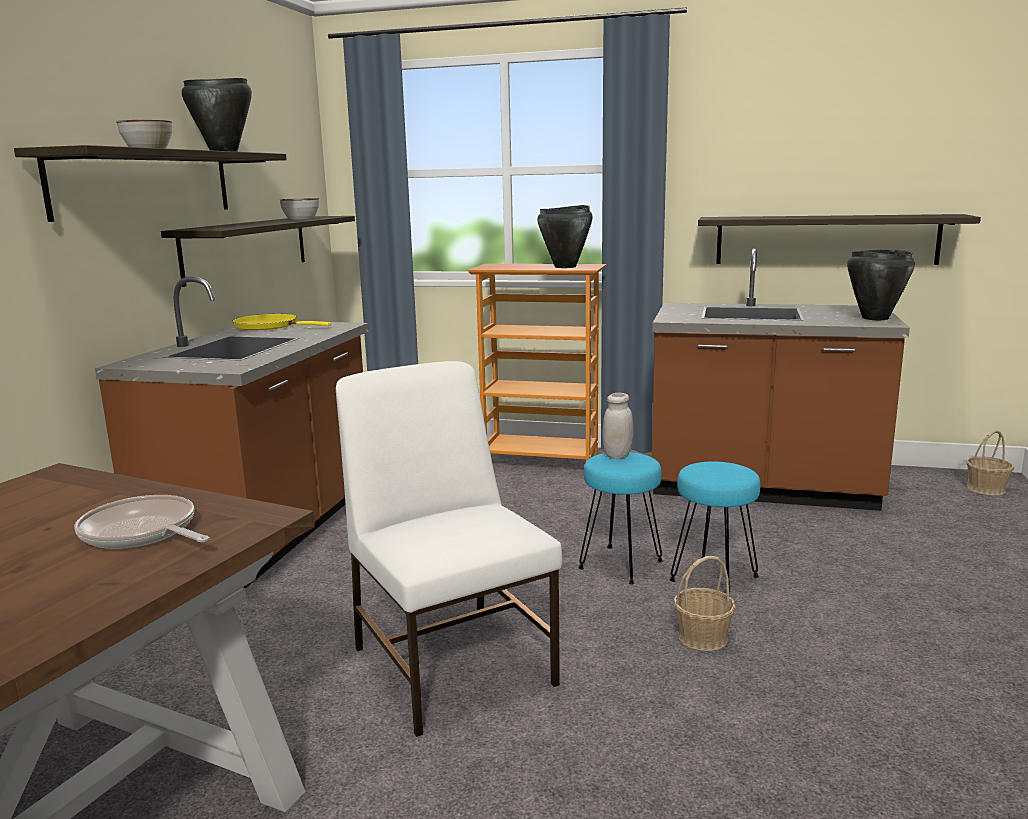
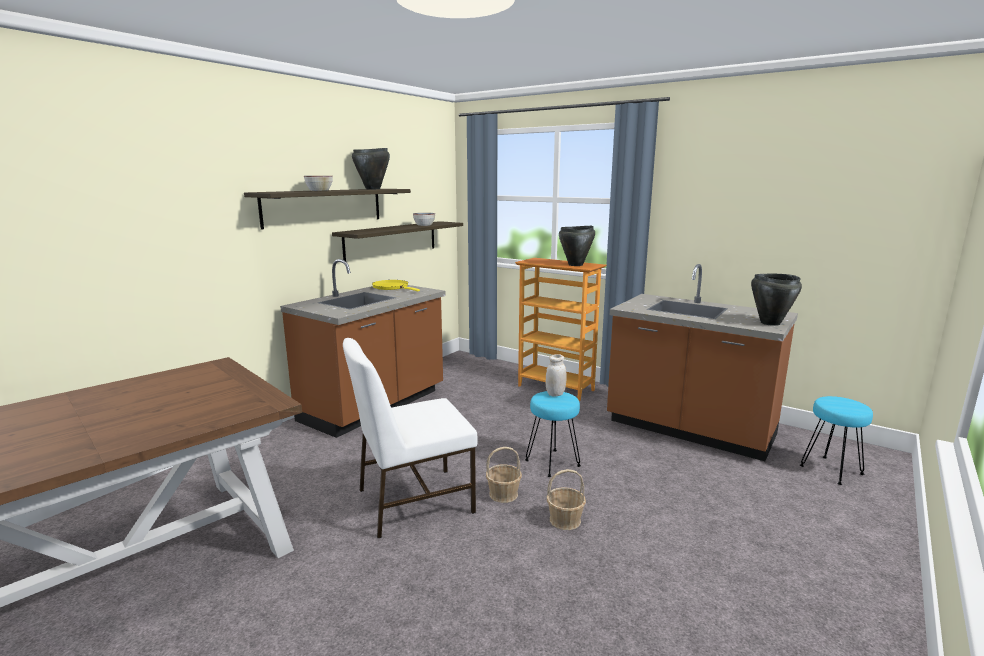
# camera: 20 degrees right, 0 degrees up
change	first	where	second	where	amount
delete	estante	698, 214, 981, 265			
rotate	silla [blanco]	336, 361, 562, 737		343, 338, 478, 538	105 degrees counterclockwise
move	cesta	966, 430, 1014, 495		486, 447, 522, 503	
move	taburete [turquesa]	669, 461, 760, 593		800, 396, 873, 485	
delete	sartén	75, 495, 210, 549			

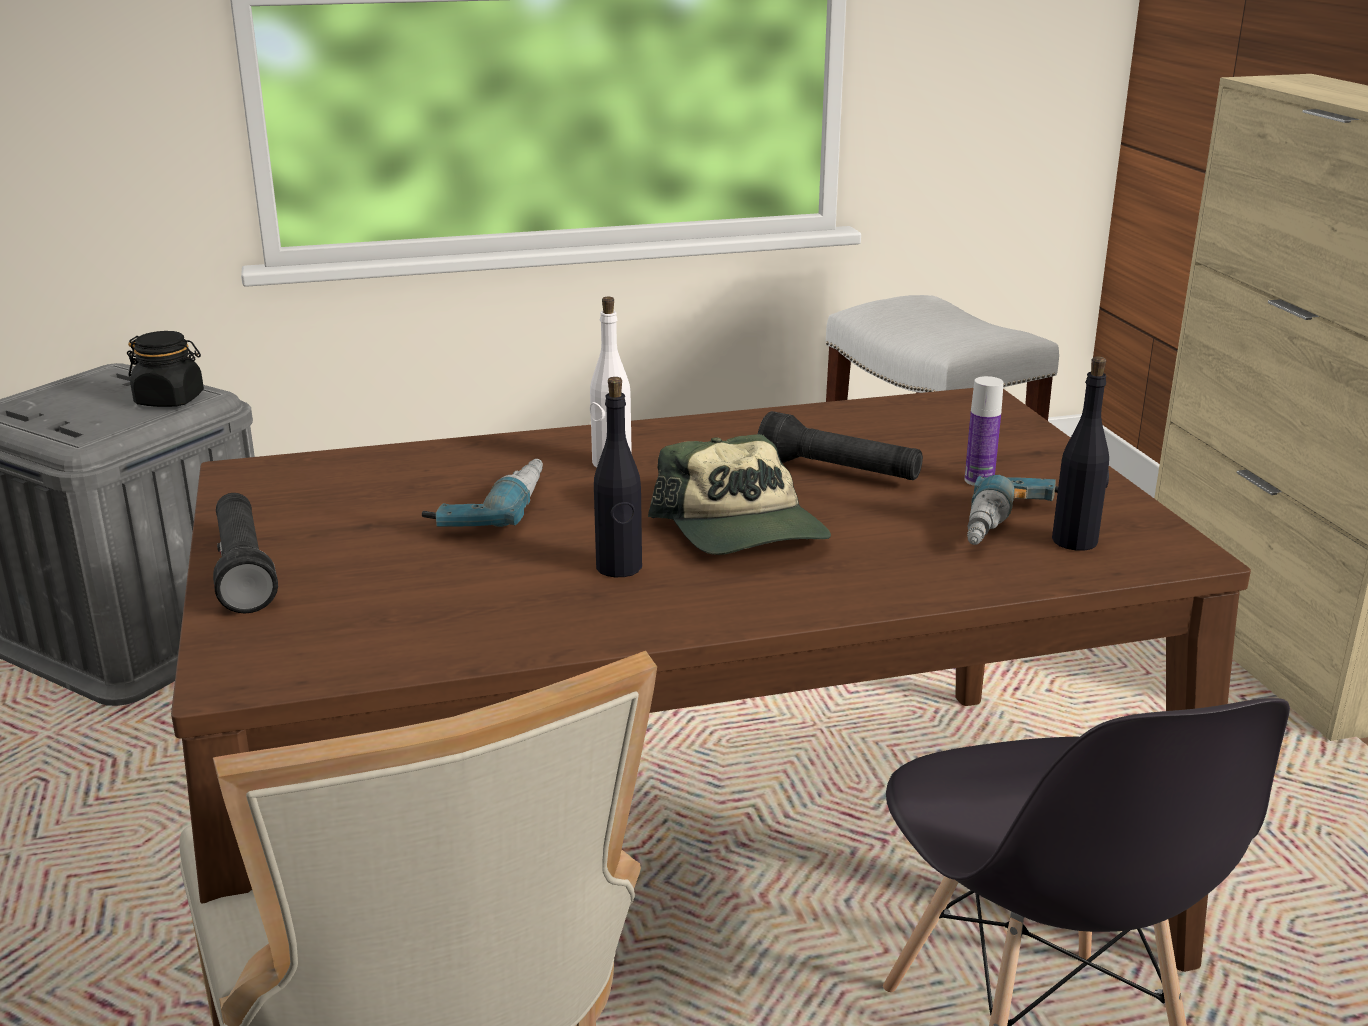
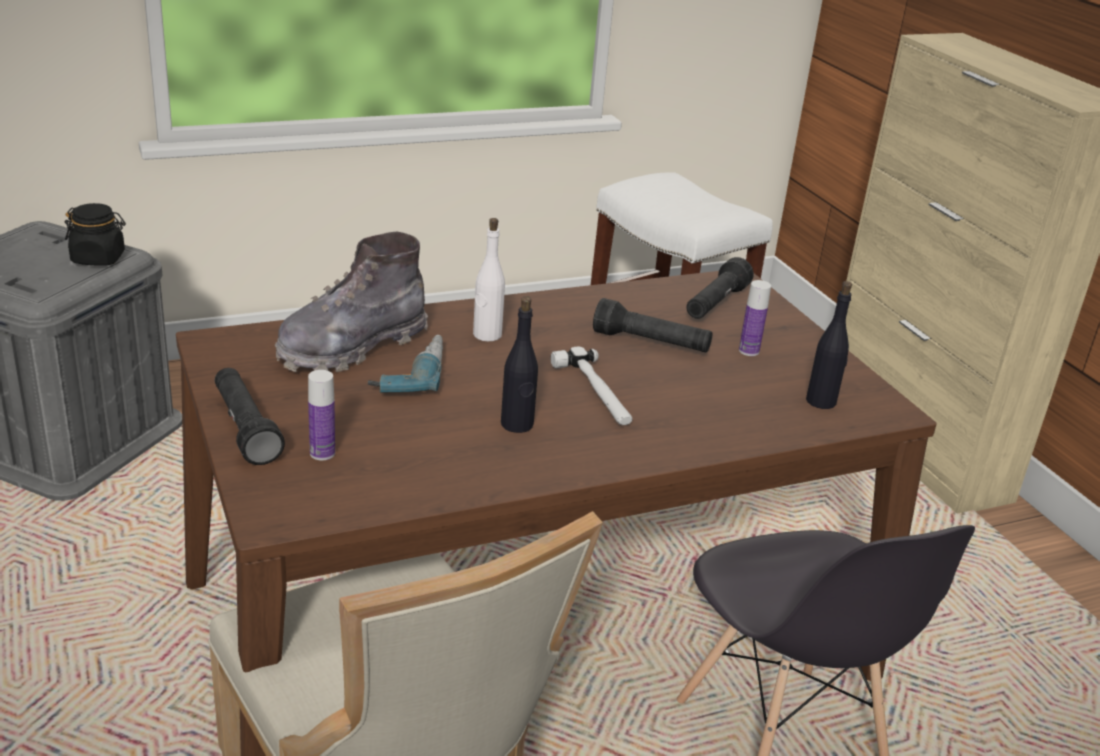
# camera: 10 degrees left, 5 degrees up
change	first	where	second	where	amount
replace	gorra	648, 434, 831, 555	martillo	551, 347, 632, 425	
delete	taladro	967, 475, 1058, 545			
insert			bota [gris]	275, 232, 428, 372	
insert			linterna [negro]	686, 257, 754, 319	
insert			botella	308, 370, 335, 460	

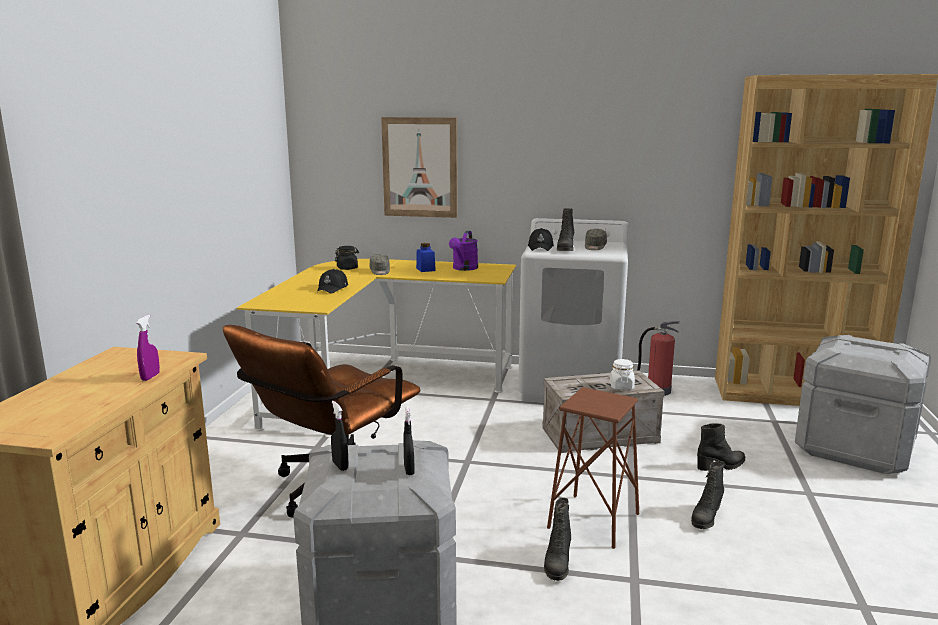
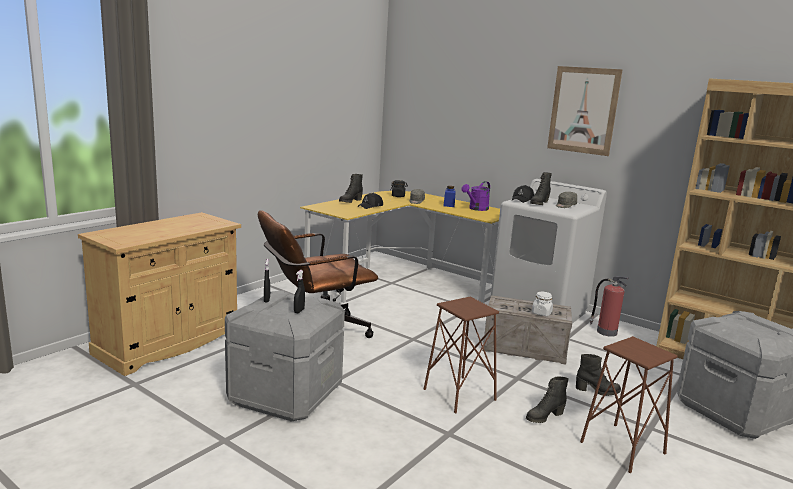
# camera: 25 degrees right, 0 degrees up
change	first	where	second	where	amount
move	cuadro	381, 117, 457, 218		547, 66, 623, 156	
delete	pulverizador [morado]	137, 315, 160, 381			
move	bota [negro]	544, 497, 571, 581		339, 174, 363, 203	
insert			taburete [marrón]	580, 336, 677, 473	

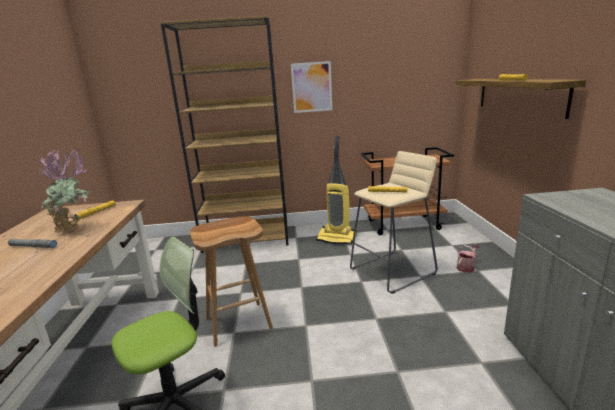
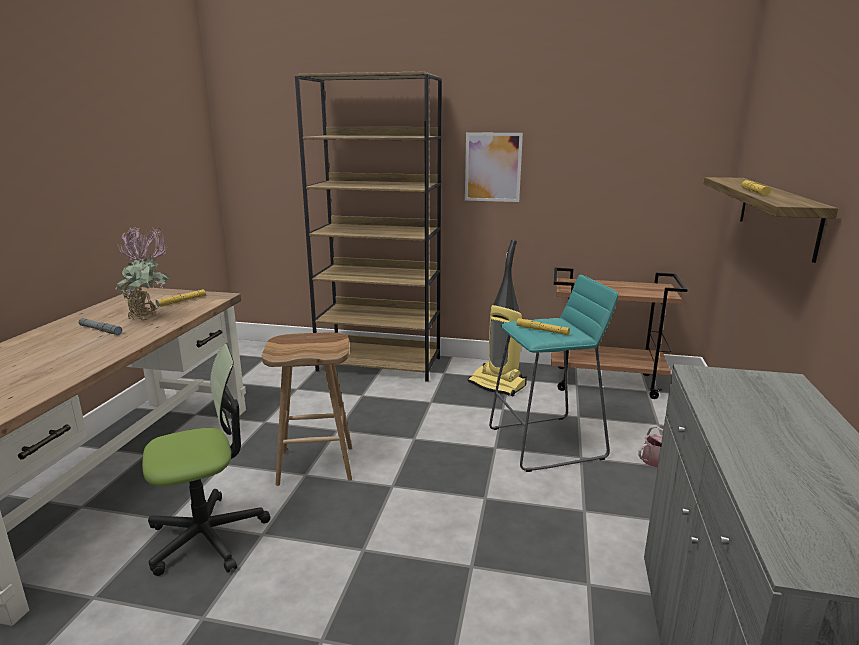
# camera: 15 degrees right, 0 degrees up
change	first	where	second	where	amount
recolor	taburete [beis]	350, 151, 438, 294	taburete [turquesa]	489, 275, 618, 472	

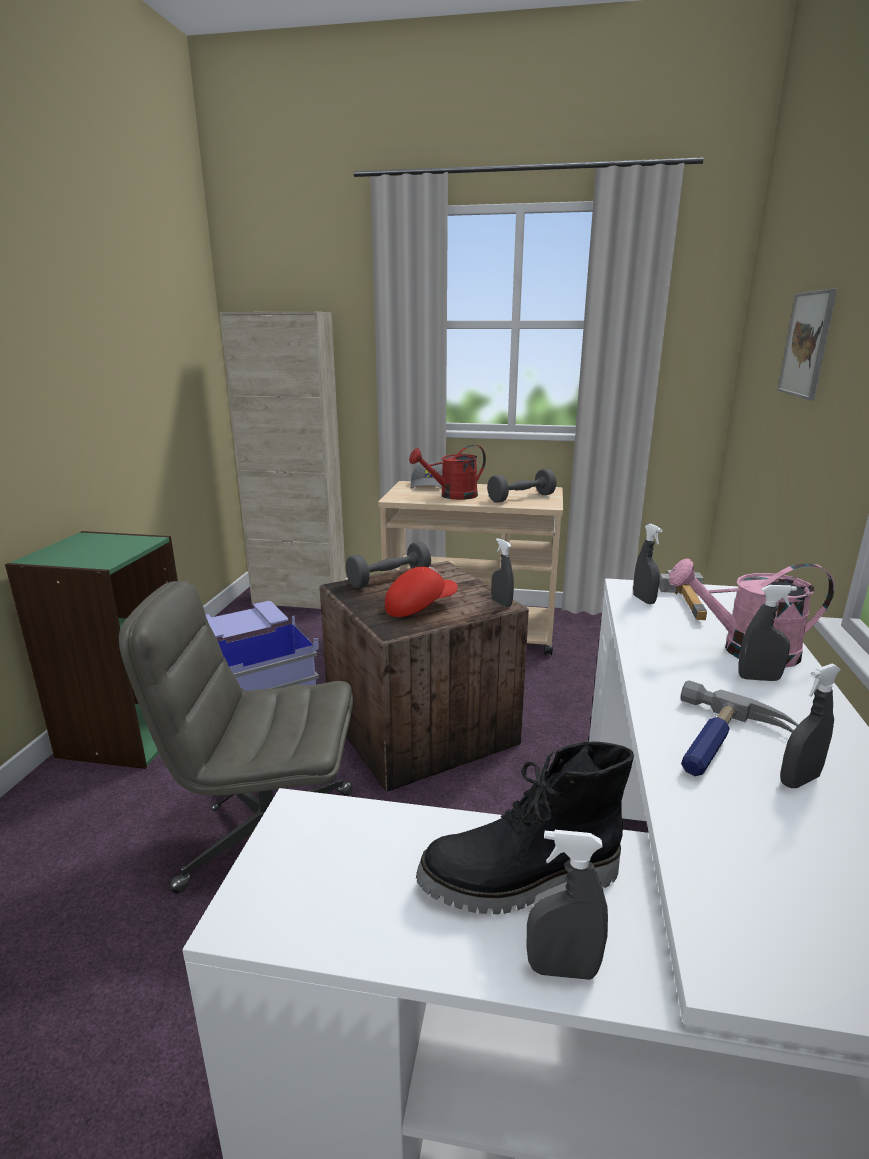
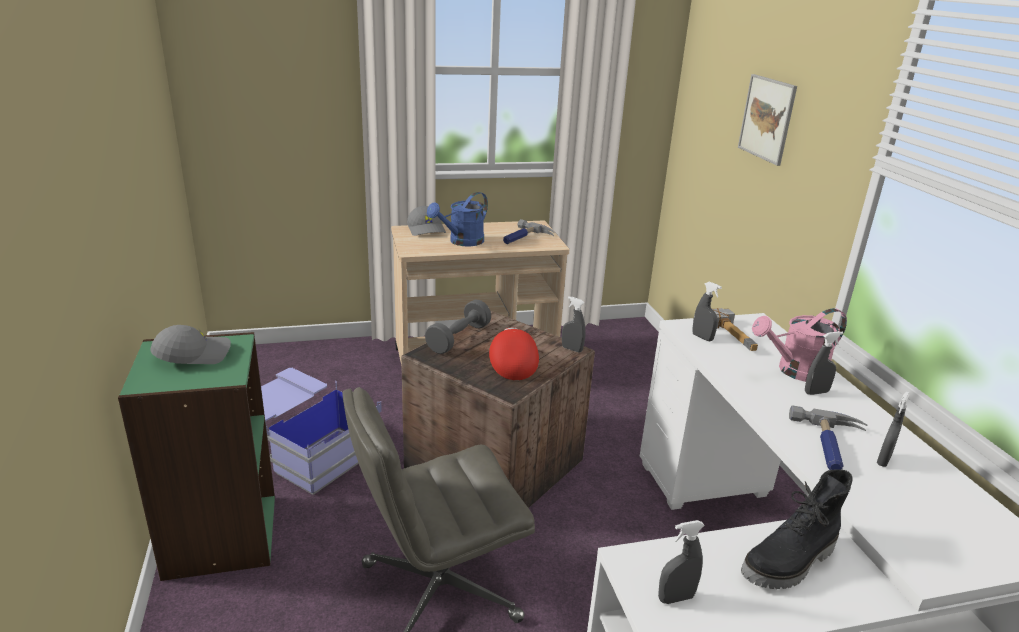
# camera: 25 degrees left, 5 degrees up
change	first	where	second	where	amount
delete	armario [beis]	219, 312, 346, 609			
recolor	regadera [rojo]	409, 445, 486, 500	regadera [azul]	427, 192, 488, 246	
replace	mancuerna [gris]	487, 469, 557, 503	martillo	503, 219, 554, 244	
rotate	gorra [rojo]	385, 566, 458, 617		489, 327, 539, 380	45 degrees counterclockwise
move	pulverizador [gris]	527, 830, 608, 980		658, 520, 705, 604	
insert			gorra [gris]	150, 325, 231, 364	

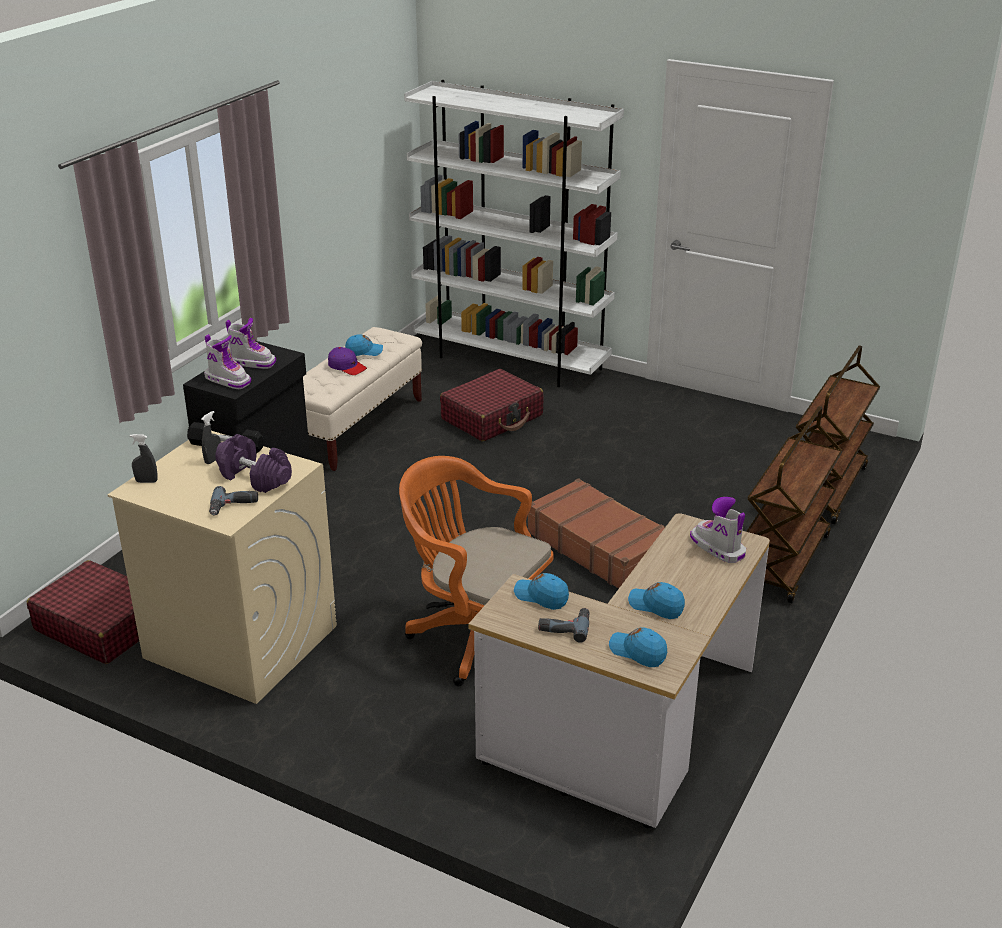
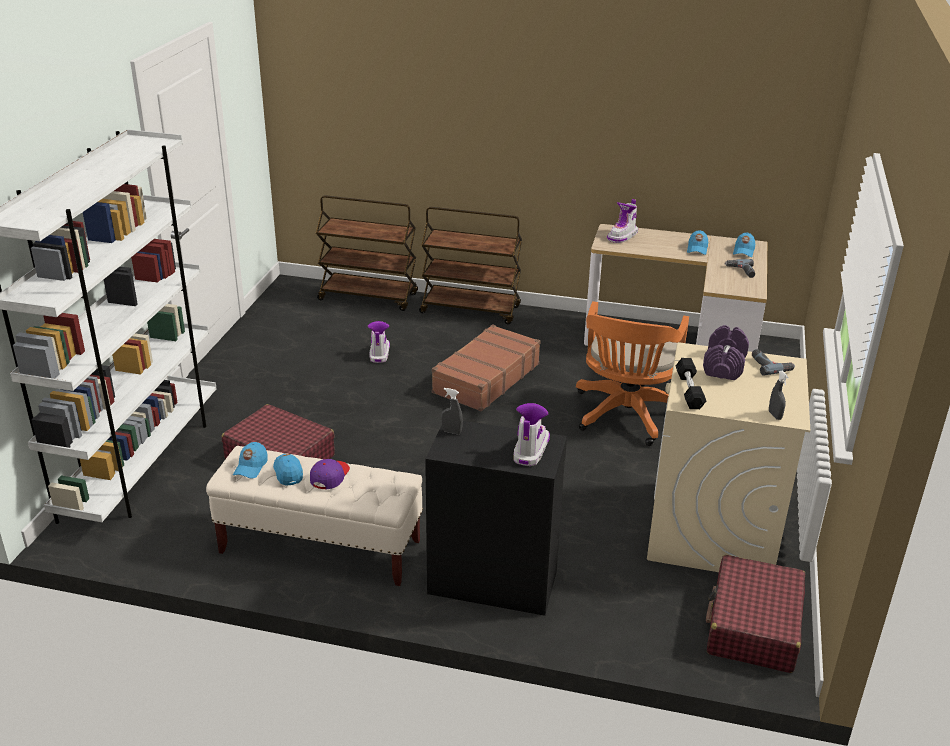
# camera: 105 degrees left, 0 degrees up
change	first	where	second	where	amount
move	bota	226, 318, 276, 369		368, 321, 390, 363	
move	pulverizador [gris]	201, 411, 221, 464		441, 388, 463, 434	
move	gorra [azul]	514, 573, 569, 610		233, 442, 268, 478	

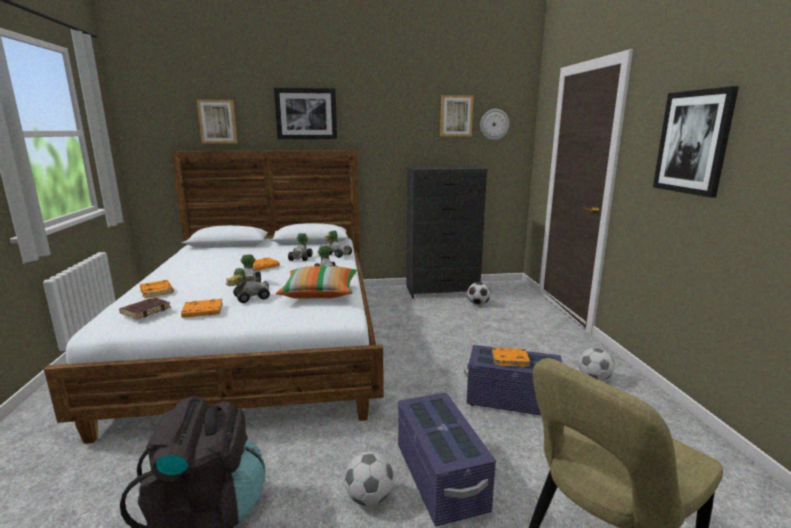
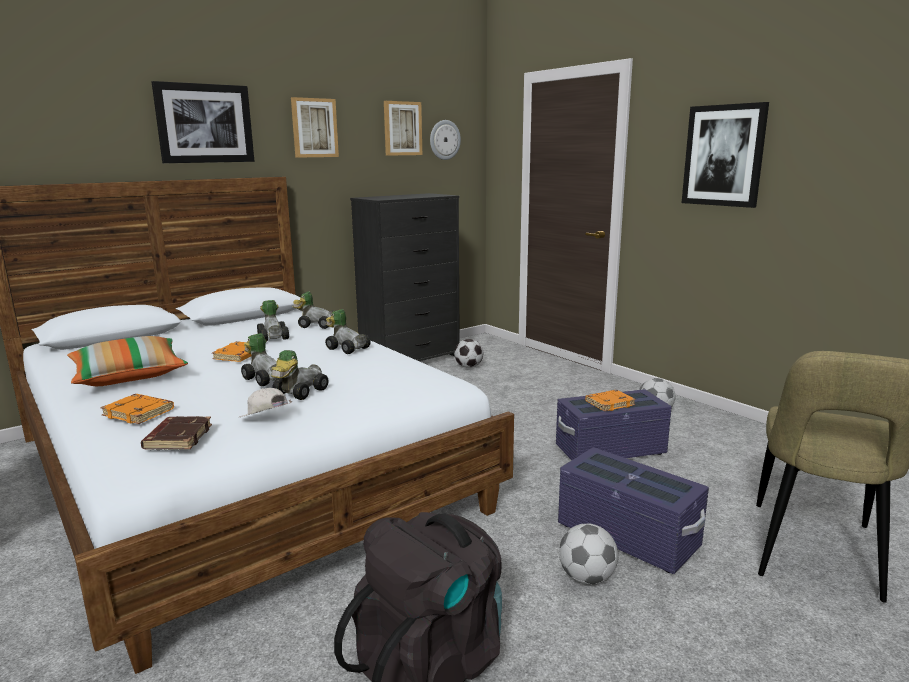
# camera: 30 degrees left, 0 degrees up
change	first	where	second	where	amount
move	cuadro	197, 100, 237, 143		291, 97, 339, 158	
move	cojín	276, 266, 357, 299		67, 336, 188, 386	
replace	libro [naranja]	181, 299, 223, 318	gorra [blanco]	239, 388, 292, 417	

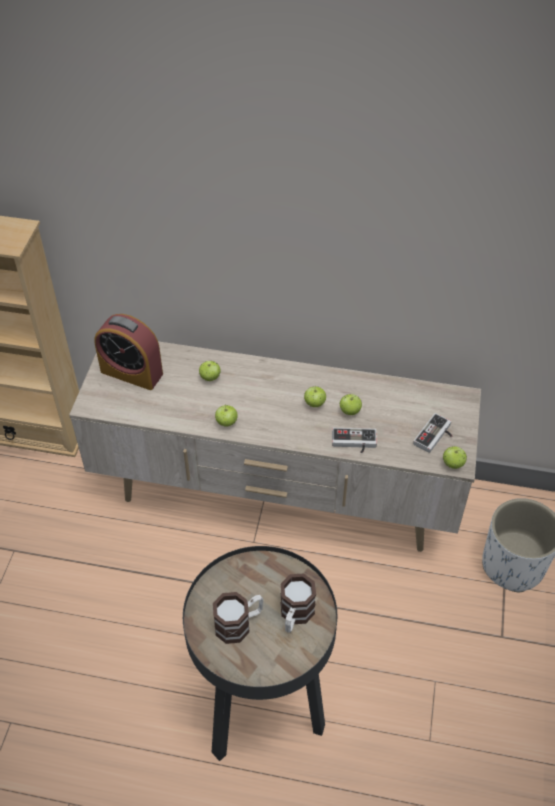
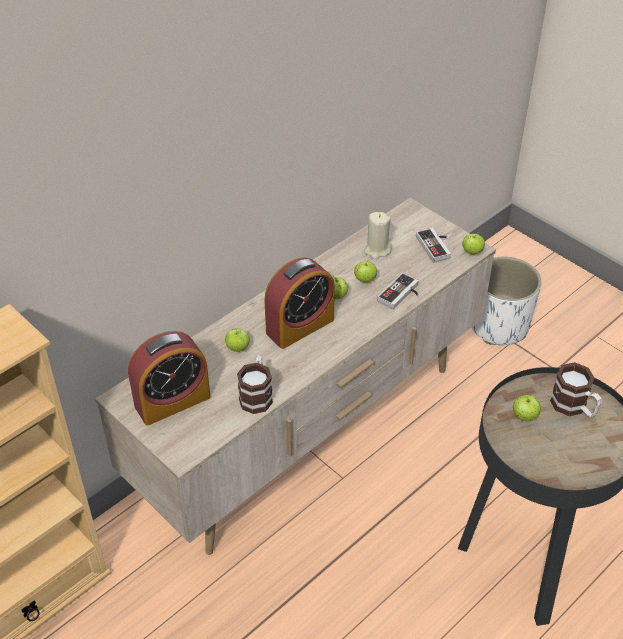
# camera: 55 degrees left, 5 degrees down
change	first	where	second	where	amount
move	manzana	215, 405, 238, 426		513, 395, 541, 421	
move	taza grande	213, 592, 263, 644		237, 355, 273, 414	
insert			vela [beis]	364, 212, 392, 259	
insert			despertador	264, 257, 335, 349	

